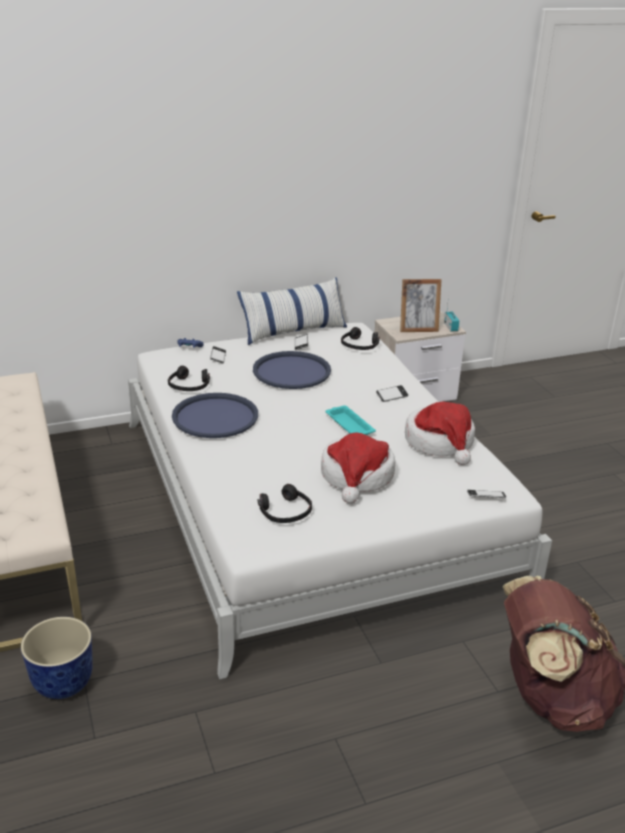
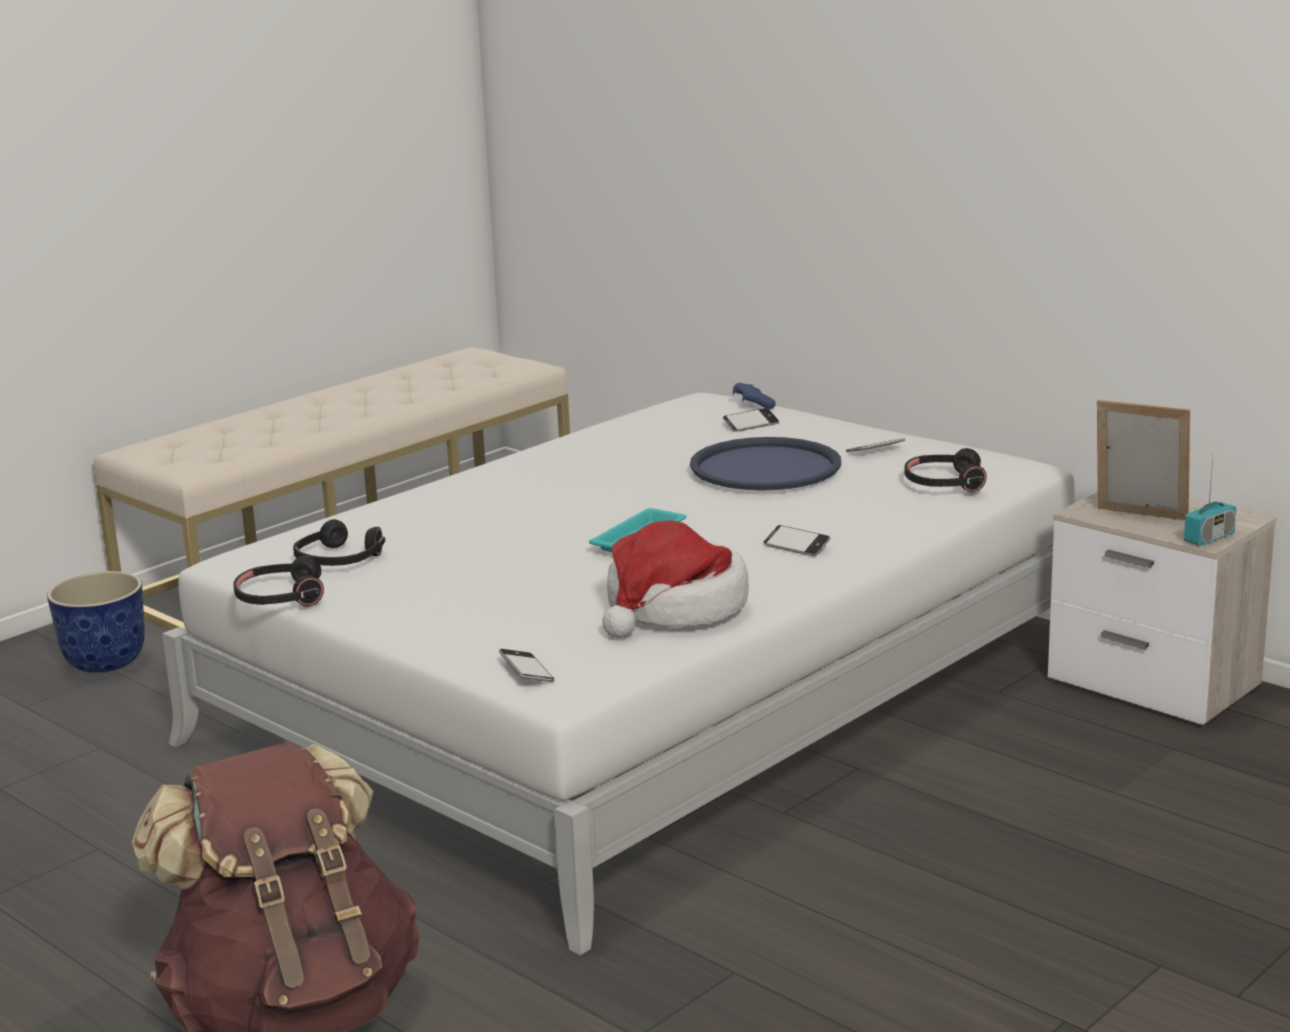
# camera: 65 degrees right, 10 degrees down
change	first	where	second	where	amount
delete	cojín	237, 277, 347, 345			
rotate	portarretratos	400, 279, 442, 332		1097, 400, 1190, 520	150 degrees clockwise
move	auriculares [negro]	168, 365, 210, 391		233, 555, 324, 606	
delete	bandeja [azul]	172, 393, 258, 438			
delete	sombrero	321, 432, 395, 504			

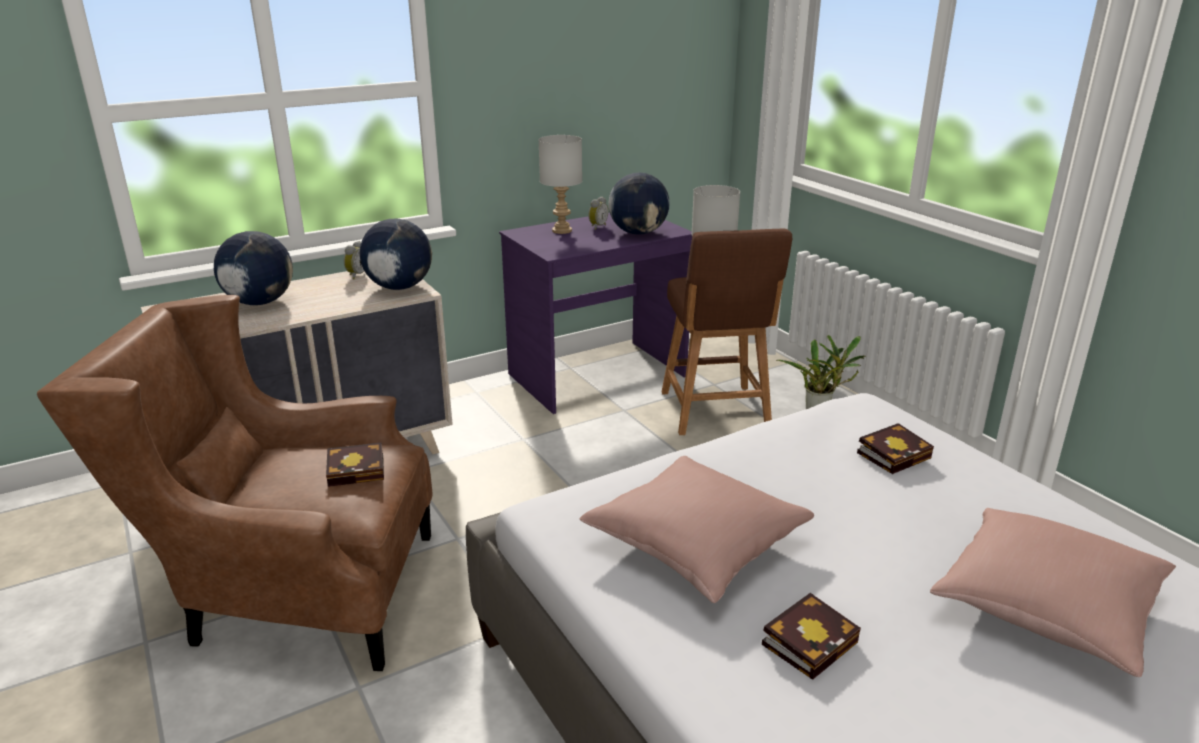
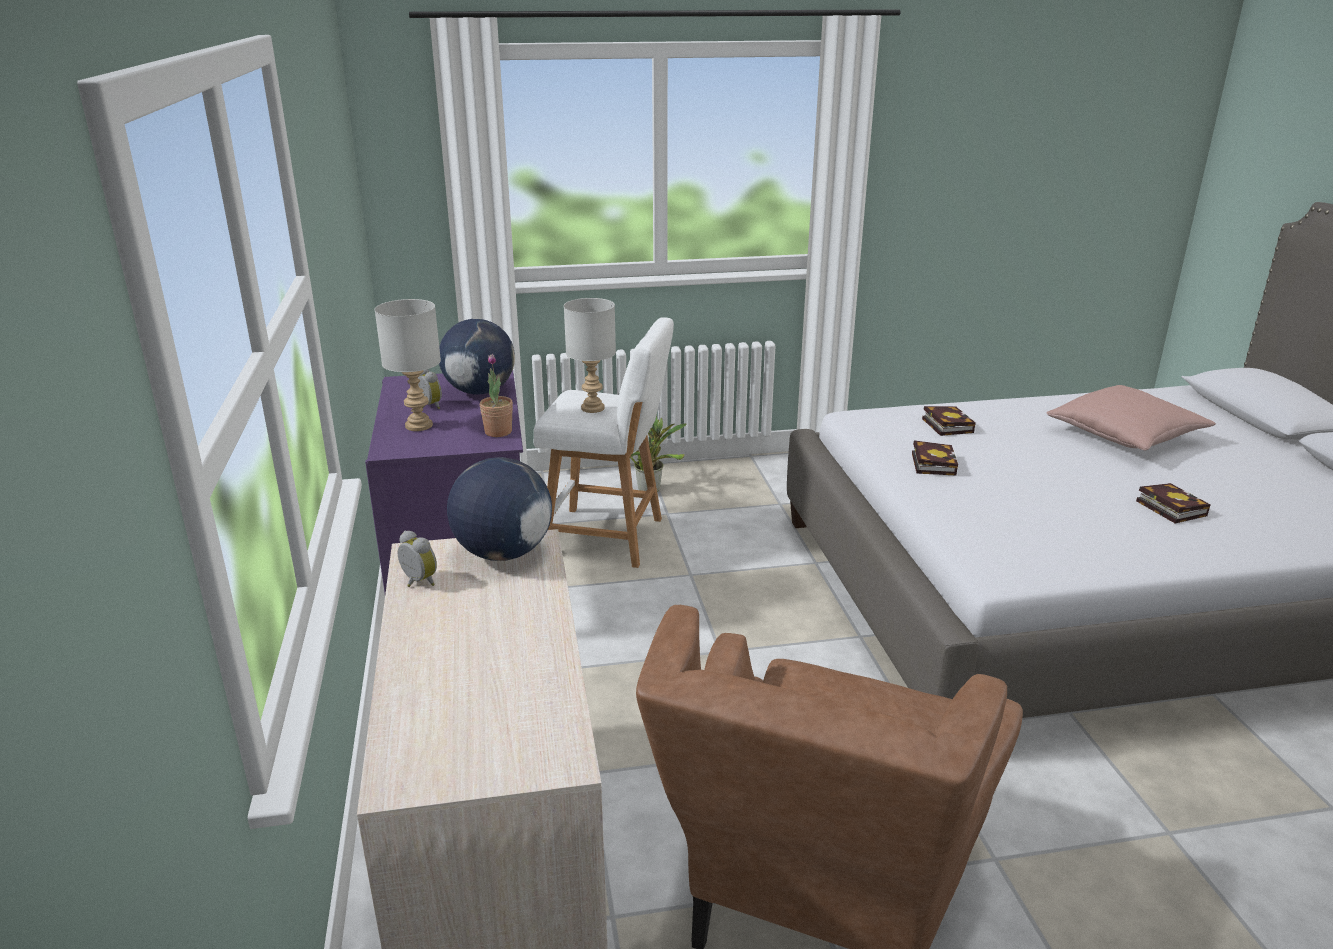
# camera: 70 degrees left, 0 degrees up
change	first	where	second	where	amount
recolor	taburete [marrón]	662, 229, 792, 435	taburete [blanco]	534, 317, 674, 568	
delete	globo terráqueo	214, 231, 293, 305			
move	libro	326, 442, 384, 487		912, 440, 958, 475	
delete	cojín [rosa]	579, 456, 814, 603			
insert			planta en maceta	480, 354, 513, 437	

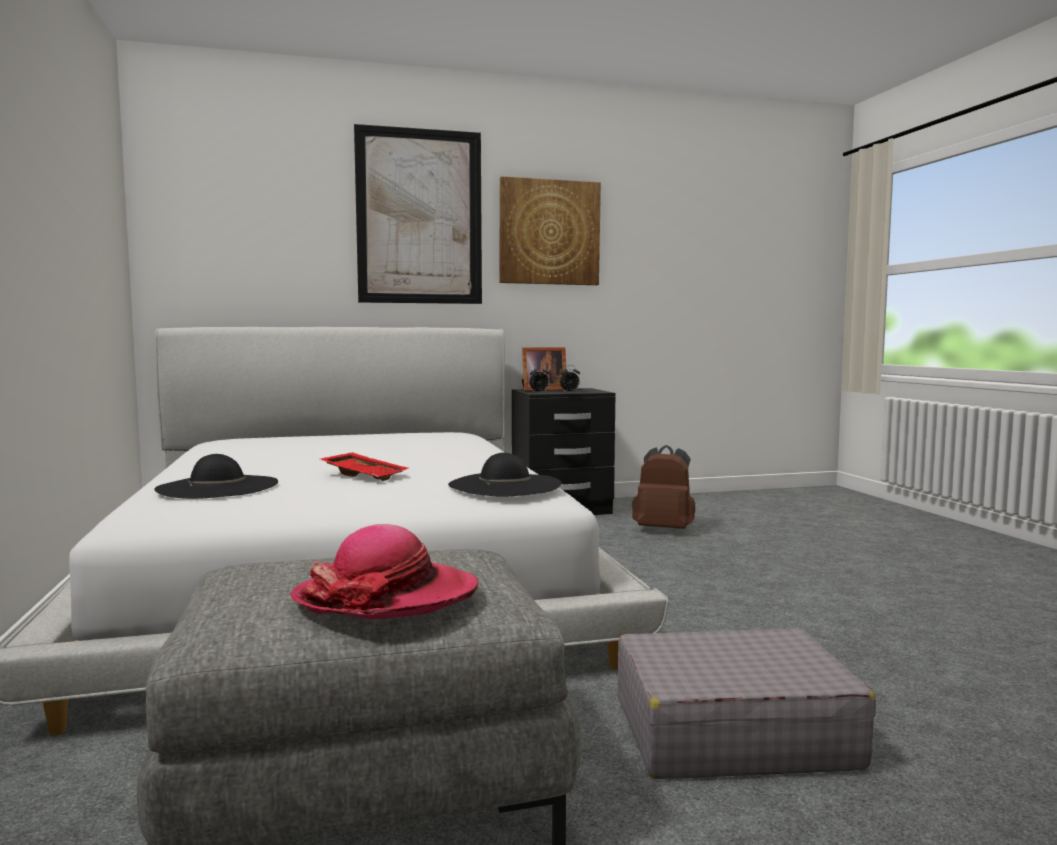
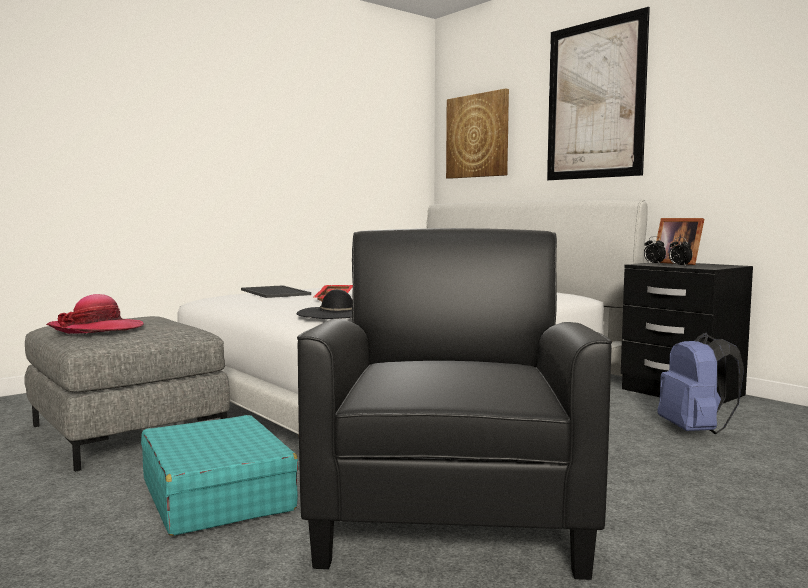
# camera: 65 degrees right, 0 degrees up
change	first	where	second	where	amount
move	cuadro	499, 176, 601, 285		446, 88, 509, 179	
recolor	mochila [marrón]	632, 445, 695, 529	mochila [azul]	657, 333, 744, 434	
replace	sombrero [negro]	154, 454, 278, 499	bandeja	241, 285, 311, 298	
recolor	maleta [gris]	617, 628, 876, 779	maleta [turquesa]	141, 415, 299, 536	
insert			sillón [negro]	297, 228, 612, 580	

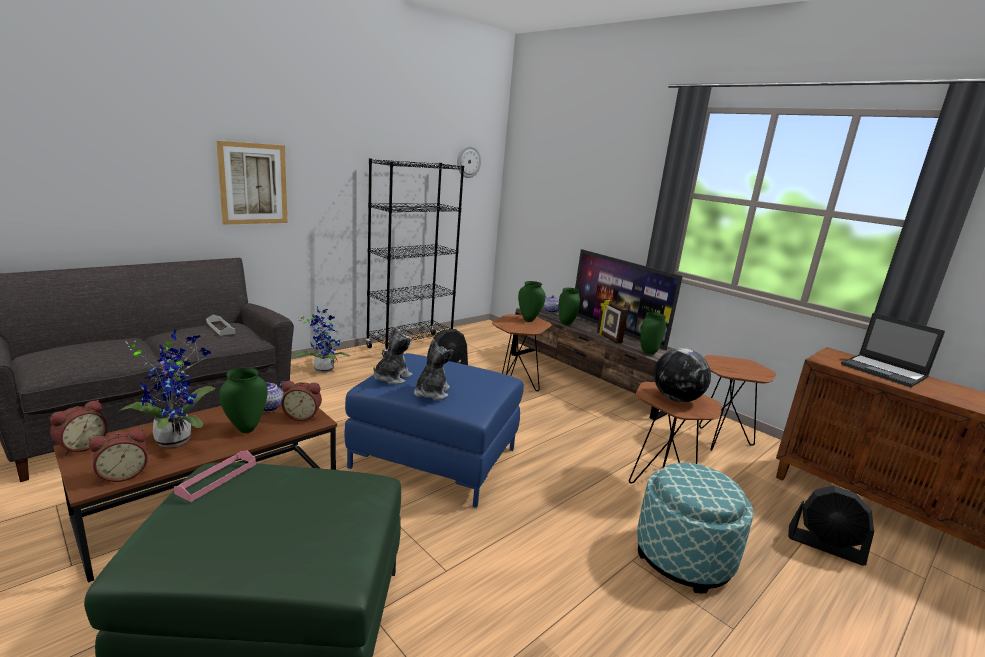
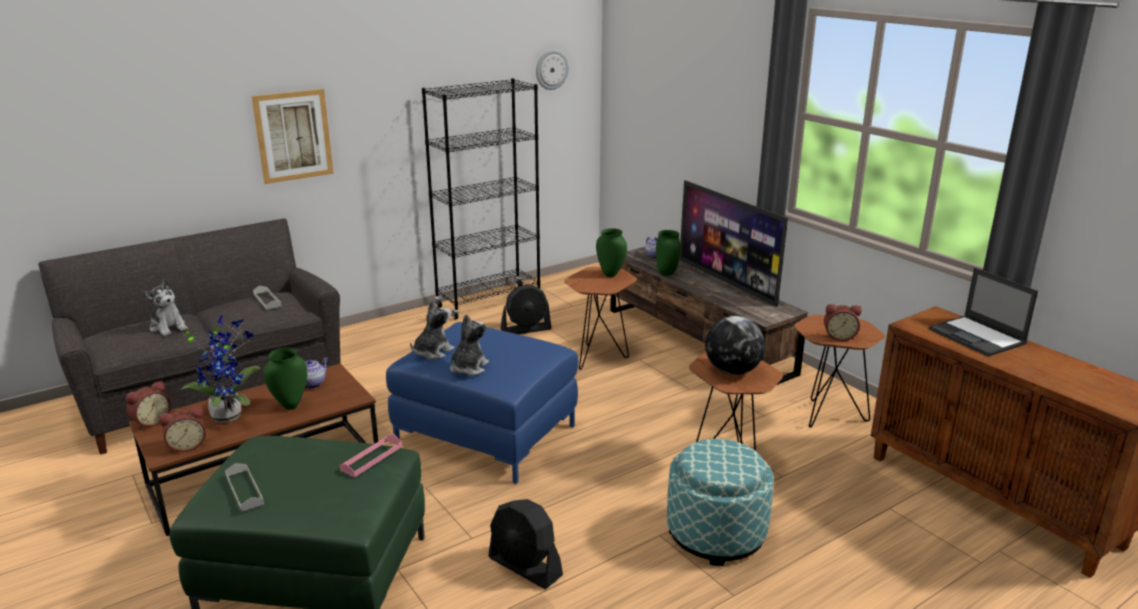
# camera: 10 degrees right, 5 degrees up
change	first	where	second	where	amount
delete	portarretratos	597, 299, 628, 344			
delete	planta en maceta	291, 307, 349, 373			
delete	florero [verde]	640, 312, 666, 355			
move	despertador	281, 381, 322, 421		824, 304, 861, 341	
move	bandeja [rosa]	174, 451, 256, 502		340, 434, 402, 477	
move	ventilador [negro]	788, 486, 874, 566		488, 499, 563, 589	
insert			peluche	145, 279, 188, 336	
insert			bandeja [gris]	225, 463, 264, 511	

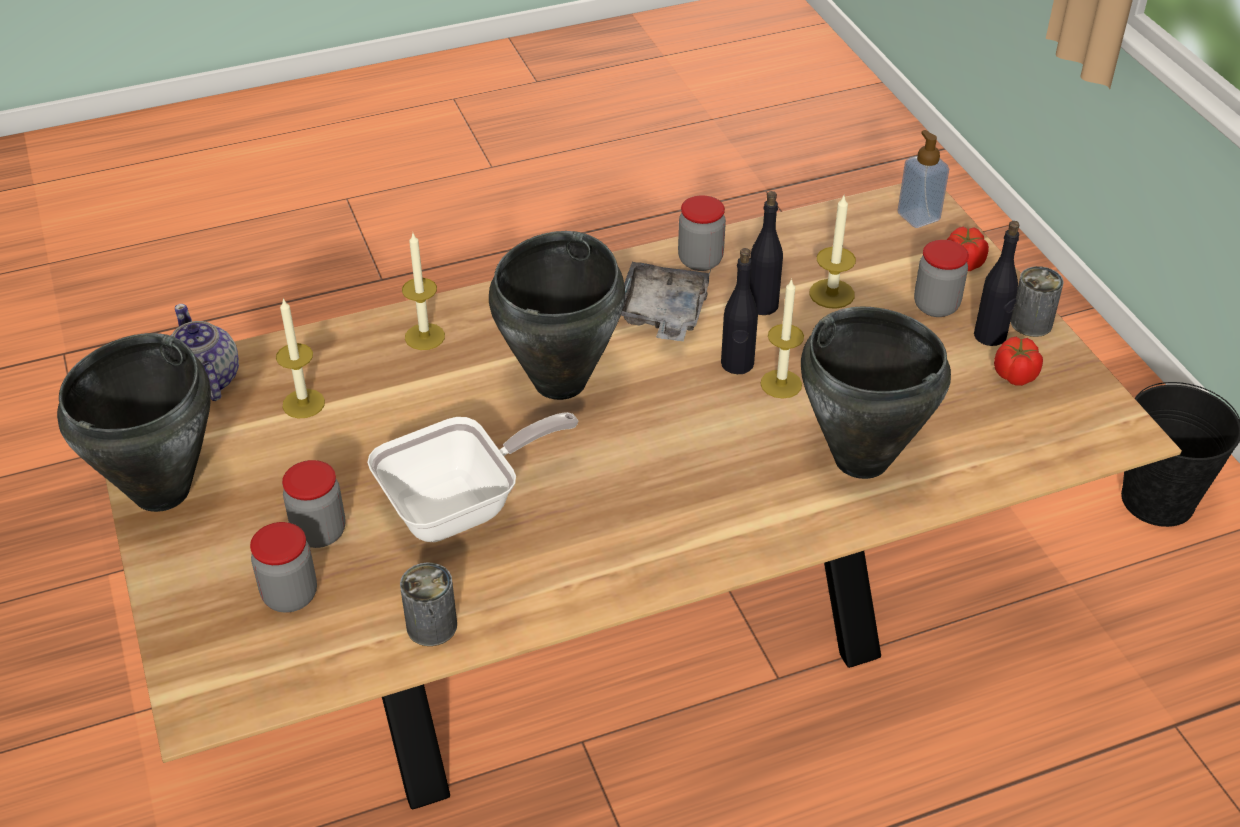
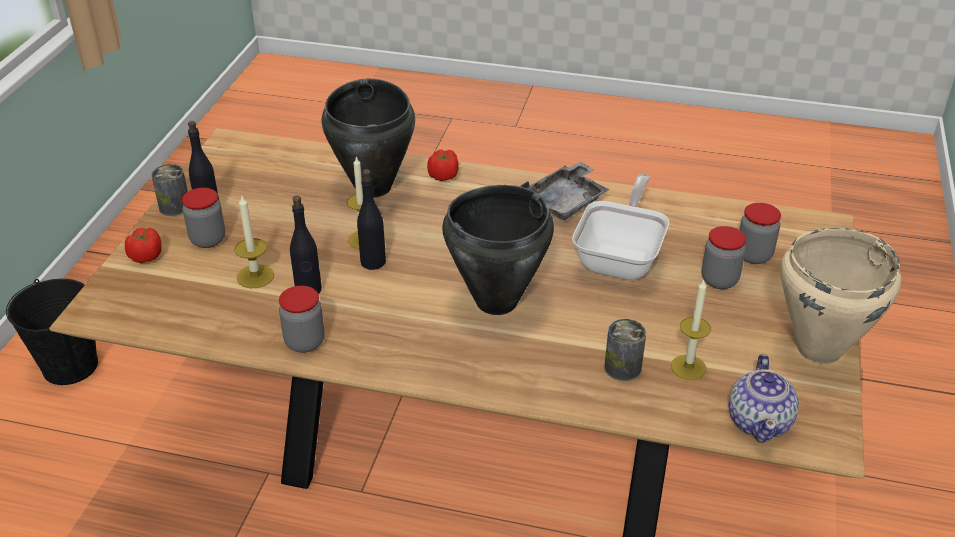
# camera: 145 degrees left, 5 degrees down
change	first	where	second	where	amount
delete	dispensador de jabón	898, 130, 949, 228			
delete	vela	402, 233, 445, 350			
move	bandeja [gris]	621, 262, 712, 341		521, 162, 609, 220	
recolor	olla [negro]	57, 333, 211, 512	olla [beis]	780, 228, 901, 364	
move	tomate	994, 337, 1043, 386		427, 149, 459, 181	
rotate	sartén	367, 412, 578, 542		572, 174, 669, 280	105 degrees clockwise
move	lata	400, 563, 457, 646		604, 319, 646, 381	

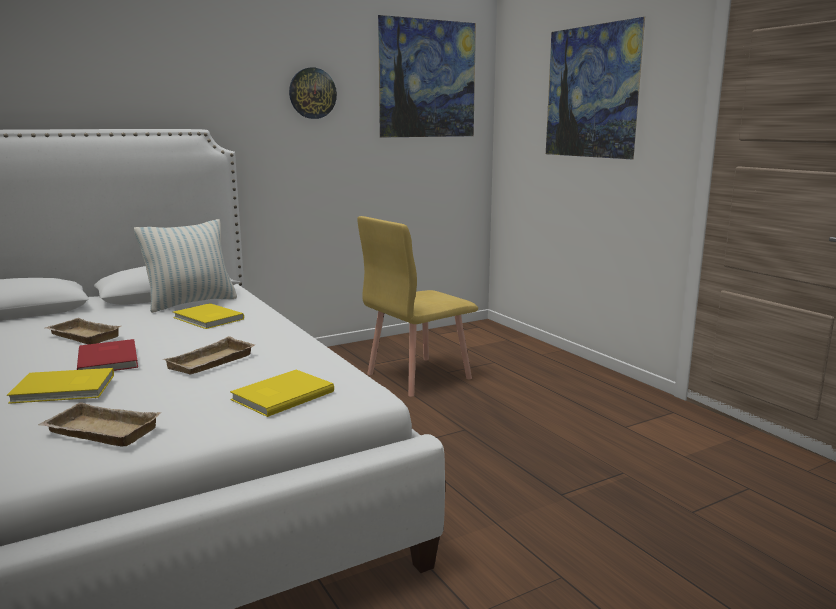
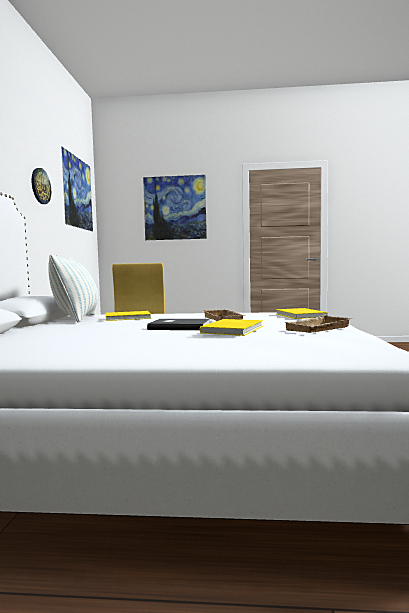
# camera: 55 degrees left, 10 degrees down
change	first	where	second	where	amount
delete	bandeja [beis]	45, 318, 121, 344			
recolor	libro [rojo]	77, 339, 138, 371	libro [gris]	147, 319, 210, 330	

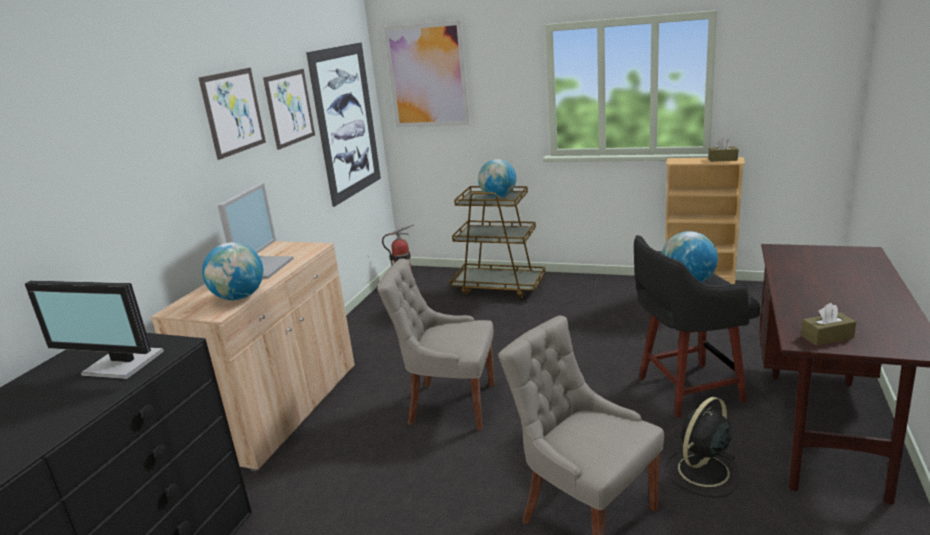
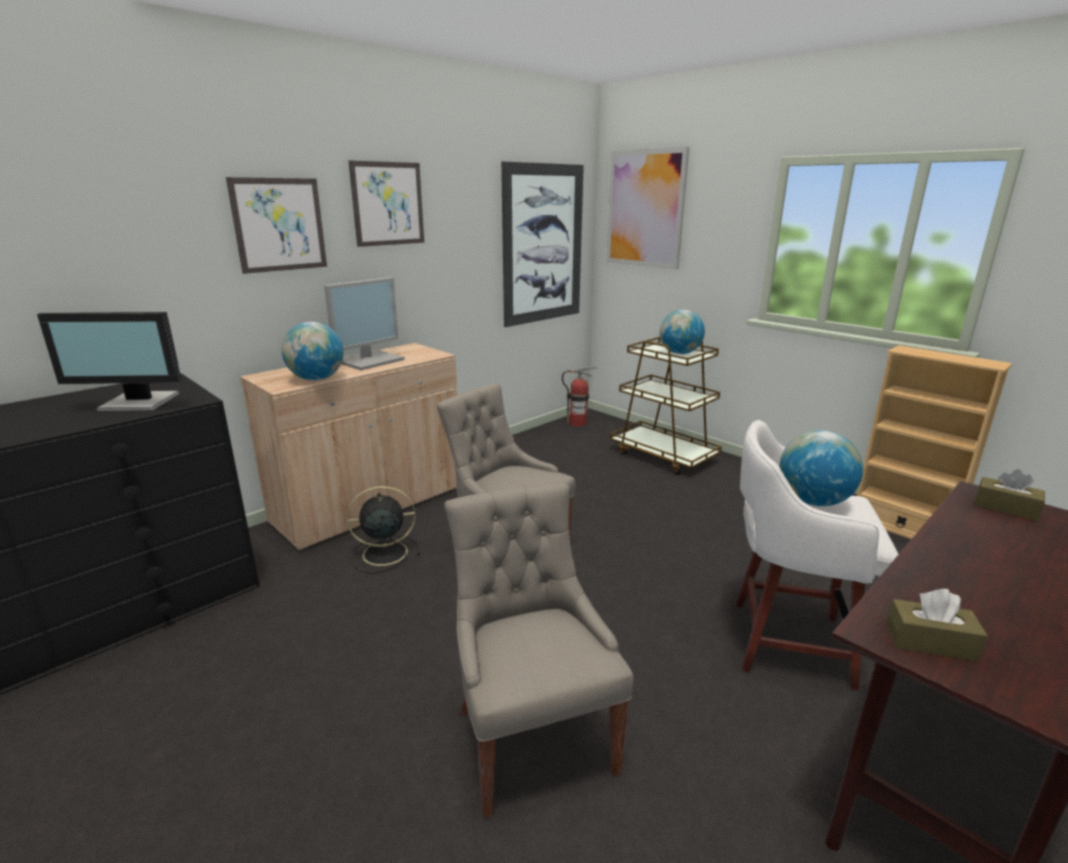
# camera: 25 degrees right, 0 degrees up
change	first	where	second	where	amount
move	cuadro	263, 69, 315, 150		226, 177, 327, 274	
move	caja de pañuelos [marrón]	708, 138, 738, 162		975, 469, 1045, 521	
recolor	taburete [negro]	634, 235, 761, 418	taburete [blanco]	736, 420, 898, 691	
rotate	monitor	25, 280, 164, 379		37, 312, 182, 411	45 degrees counterclockwise
move	ventilador [negro]	666, 397, 739, 498		347, 486, 421, 574	

